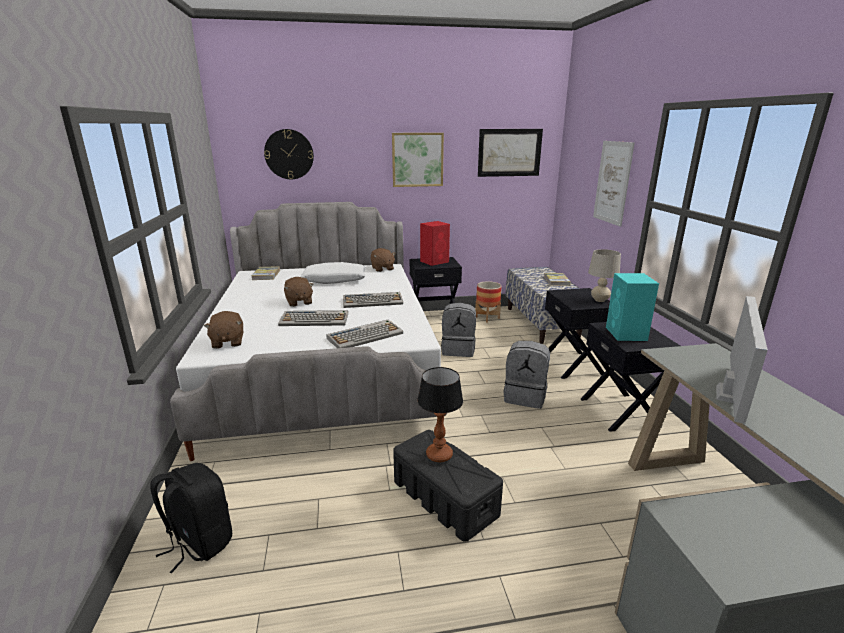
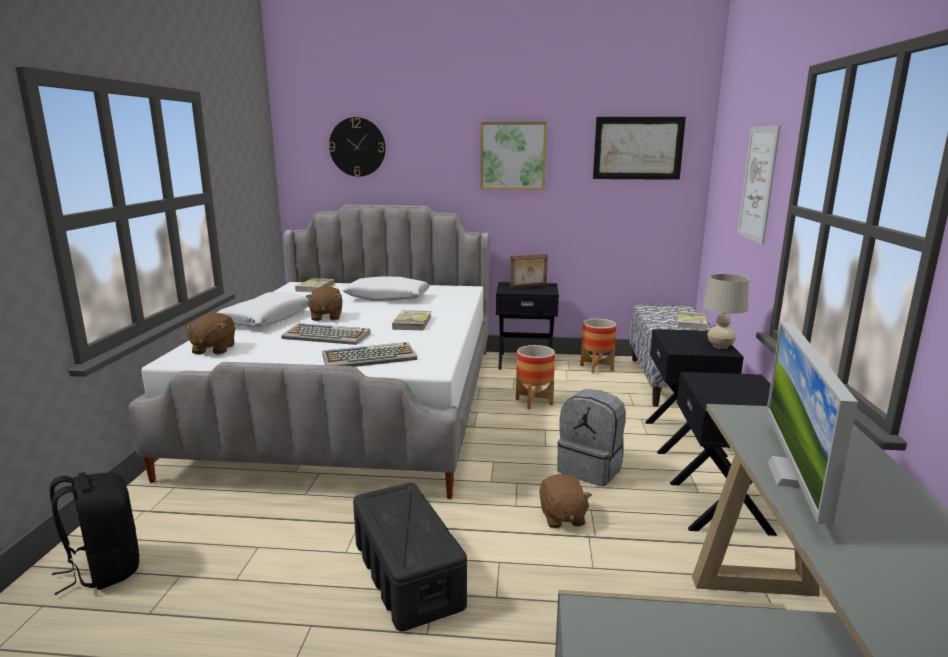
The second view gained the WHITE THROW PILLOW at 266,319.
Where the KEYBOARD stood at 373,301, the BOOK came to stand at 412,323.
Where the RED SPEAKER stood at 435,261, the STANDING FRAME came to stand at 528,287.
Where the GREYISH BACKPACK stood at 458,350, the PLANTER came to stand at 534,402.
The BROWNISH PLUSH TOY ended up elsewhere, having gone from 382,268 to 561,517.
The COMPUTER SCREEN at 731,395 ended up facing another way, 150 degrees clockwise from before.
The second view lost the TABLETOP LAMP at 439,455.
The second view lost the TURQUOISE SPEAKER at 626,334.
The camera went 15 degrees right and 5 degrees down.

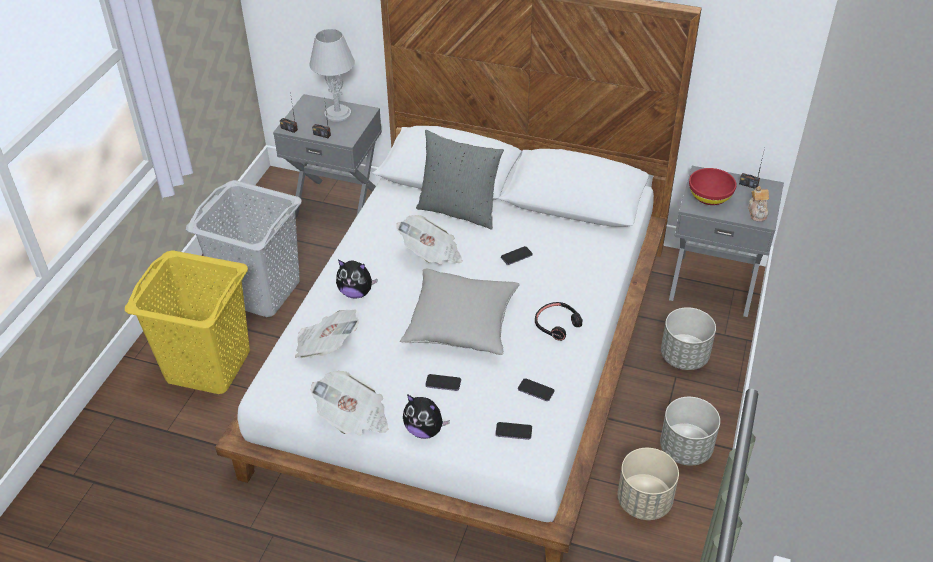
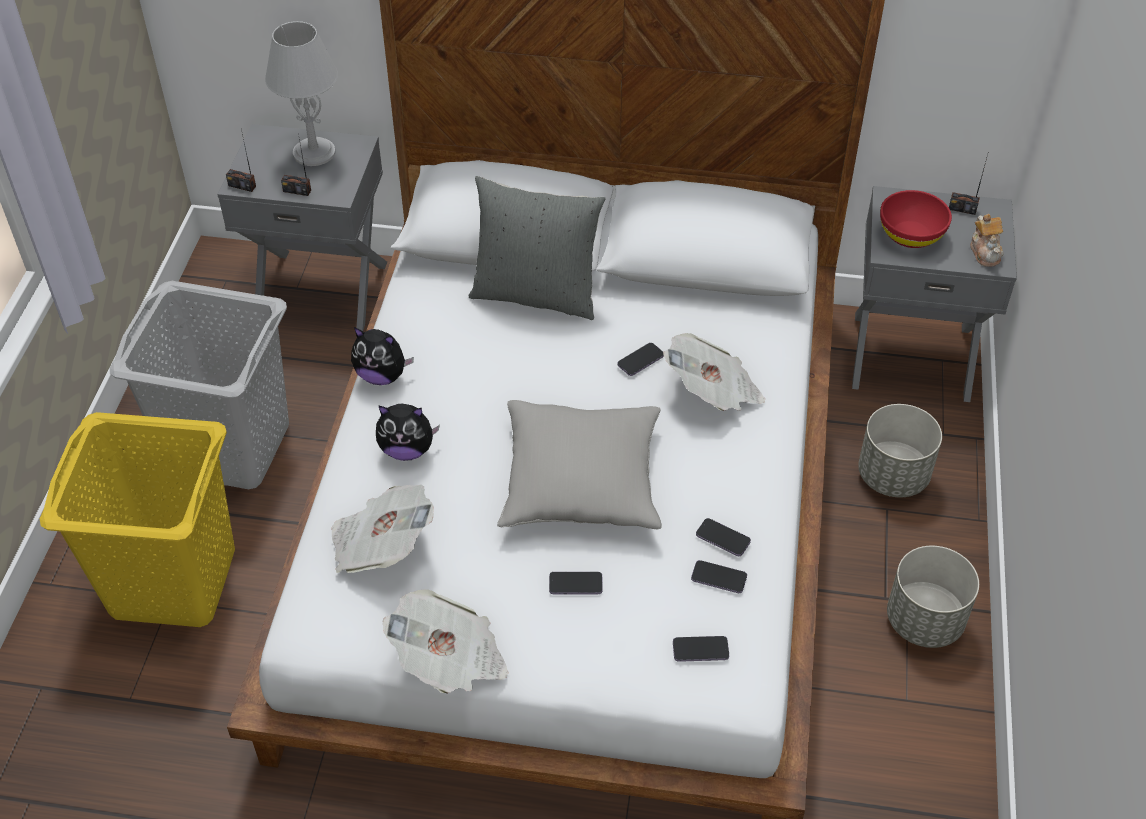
The PLUSH TOY ended up elsewhere, having gone from 425,430 to 382,376.
The NEWSPAPER ended up elsewhere, having gone from 431,254 to 713,392.
The second view gained the PHONE at 723,538.
The second view lost the BLACK-COLOURED PAIR OF HEADPHONES at 557,324.
The second view lost the BEIGE-COLOURED PLANTER at 644,502.
The camera went 10 degrees left and 5 degrees up.

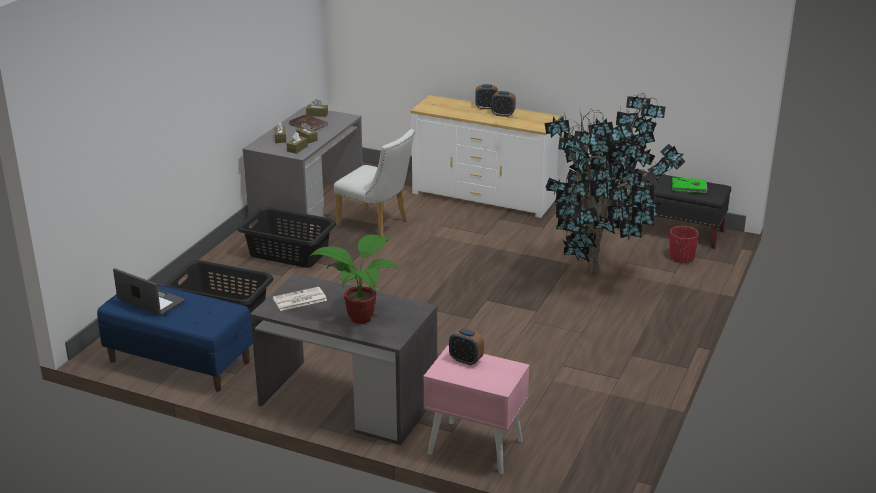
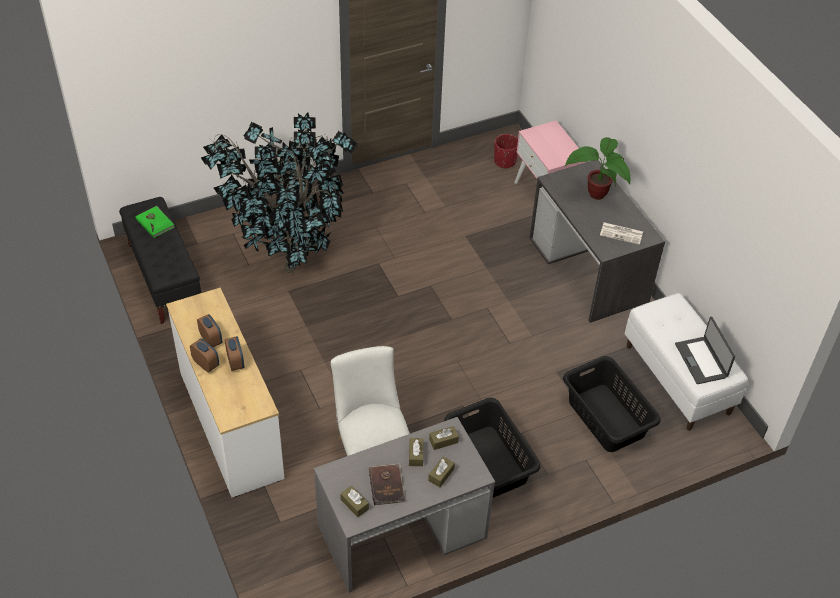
The TABLE CLOCK ended up elsewhere, having gone from 466,360 to 235,362.
The RED PLANTER ended up elsewhere, having gone from 681,258 to 505,161.
What was the BLUE LONG SEAT at 178,362 turned into the WHITE LONG SEAT at 678,379.
The camera went 140 degrees left and 20 degrees up.

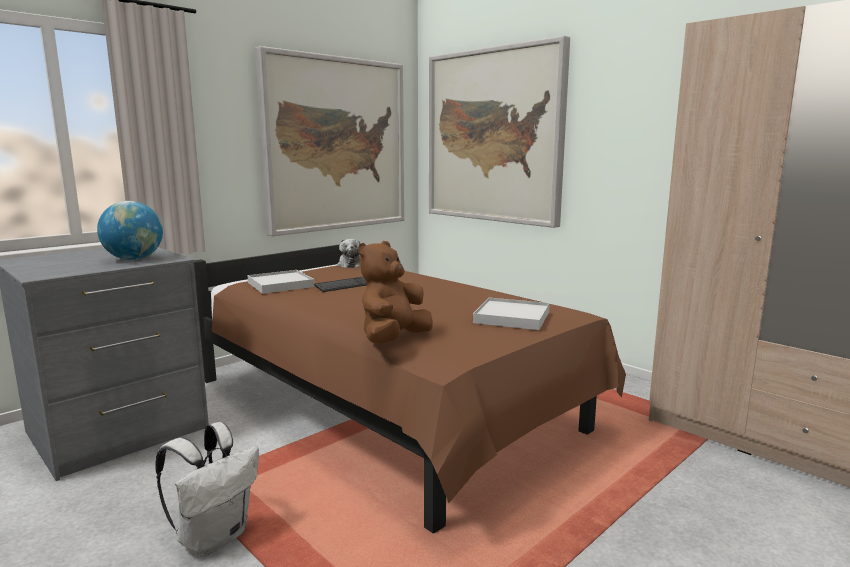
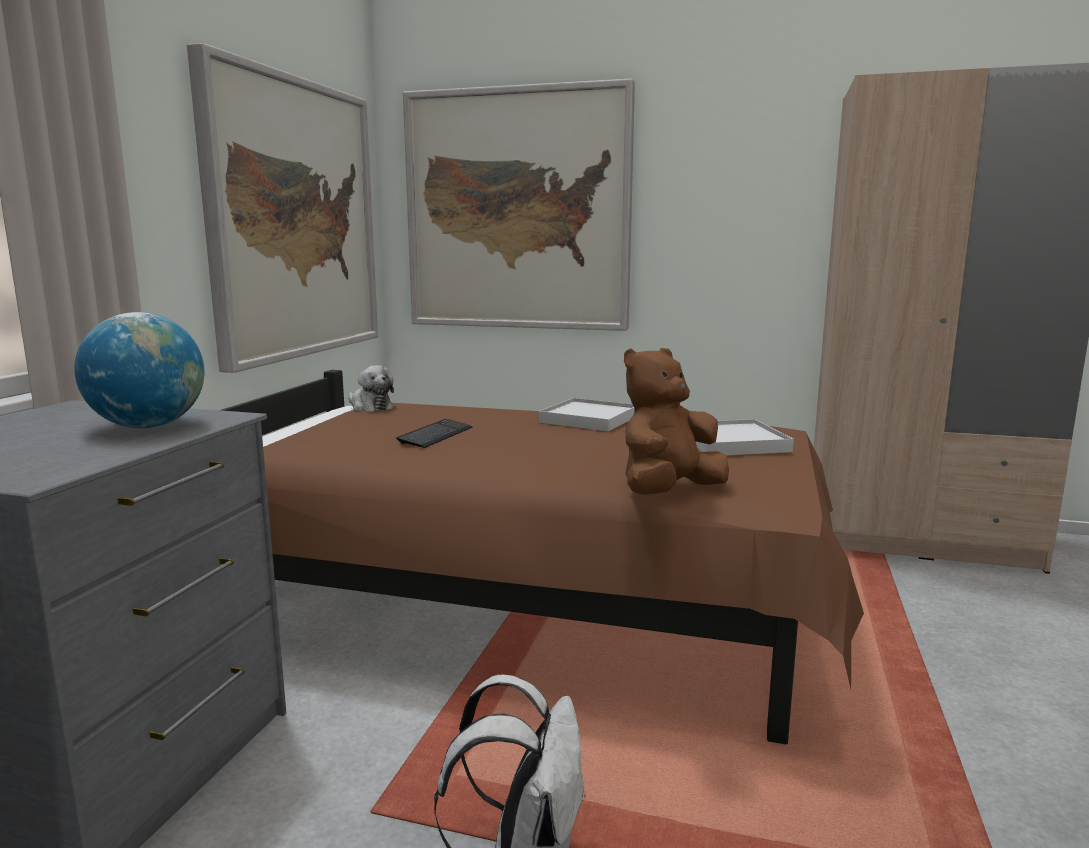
The WHITE SERVING TRAY ended up elsewhere, having gone from 280,284 to 589,419.
The BROWNISH PLUSH TOY at 393,340 ended up facing another way, 45 degrees clockwise from before.
The camera went 30 degrees left and 0 degrees up.

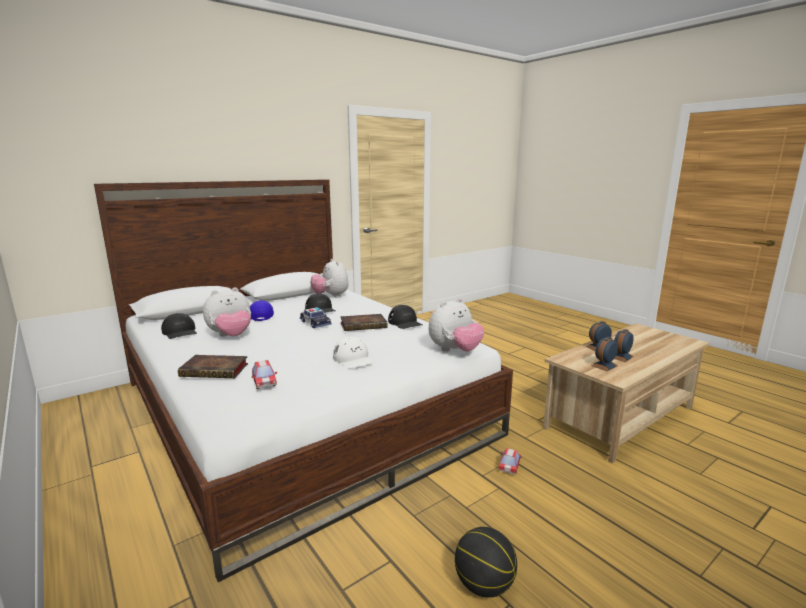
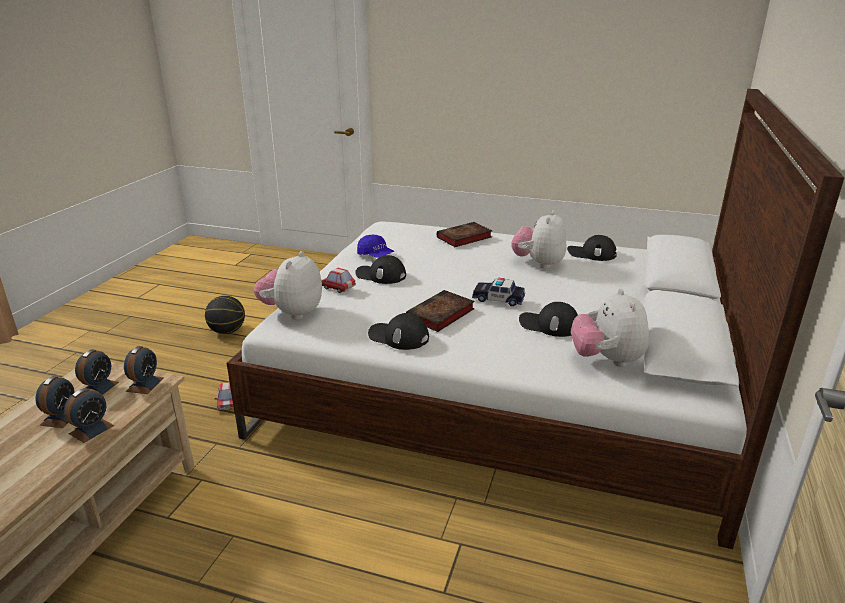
The second view gained the TABLE CLOCK at 145,384.
The MODEL CAR ended up elsewhere, having gone from 264,383 to 338,288.
What was the WHITE CAP at 353,359 turned into the BLACK-COLOURED CAP at 380,275.
The BLUE CAP ended up elsewhere, having gone from 261,316 to 375,255.
The PLUSH TOY at 331,296 ended up facing another way, 120 degrees counterclockwise from before.
The camera went 145 degrees right and 10 degrees up.

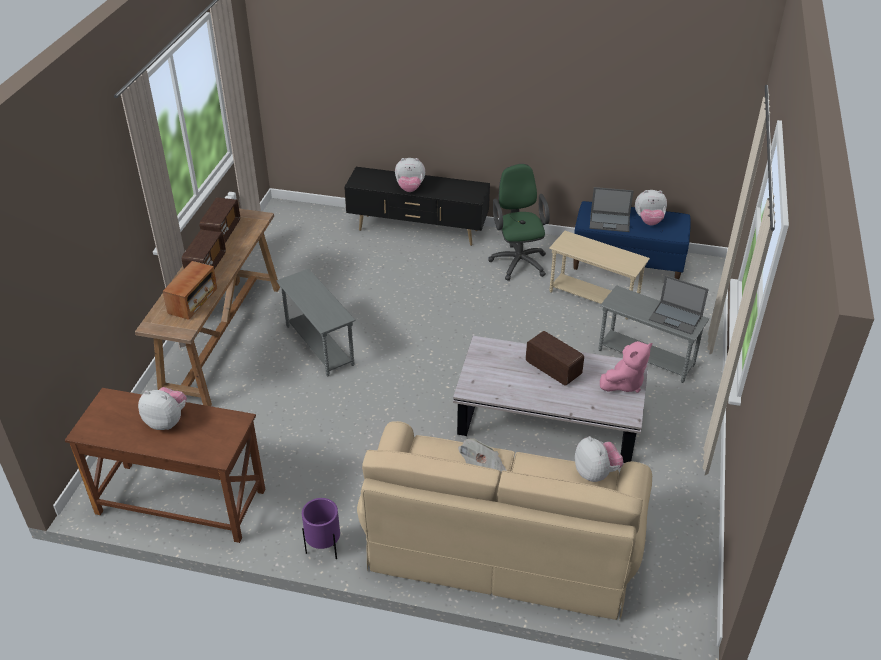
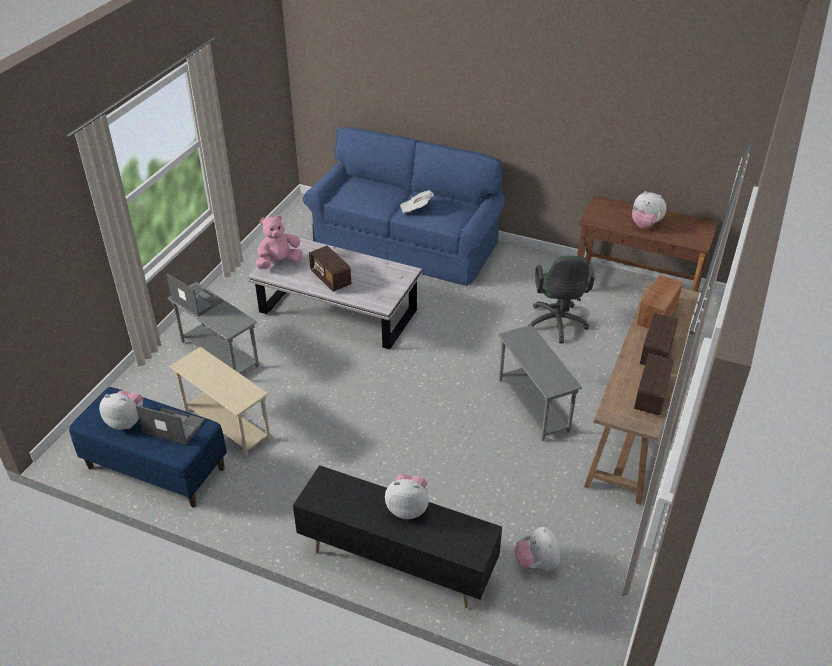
What was the BEIGE-COLOURED SOFA at 501,545 turned into the BLUE SOFA at 406,244.
The PLUSH TOY ended up elsewhere, having gone from 596,473 to 536,563.
The GREENISH COMPUTER CHAIR ended up elsewhere, having gone from 518,261 to 557,325.
The second view lost the PURPLE PLANTER at 323,548.
The camera went 170 degrees left and 0 degrees up.

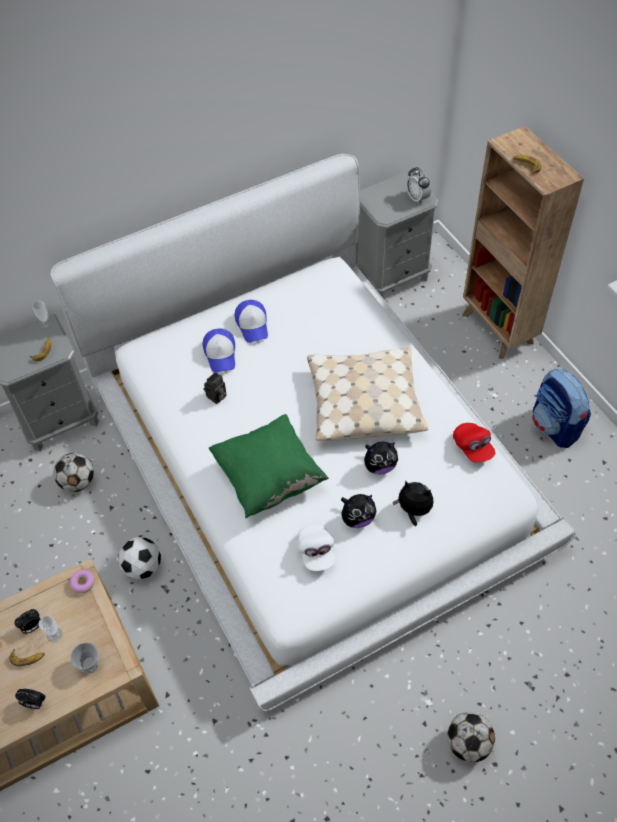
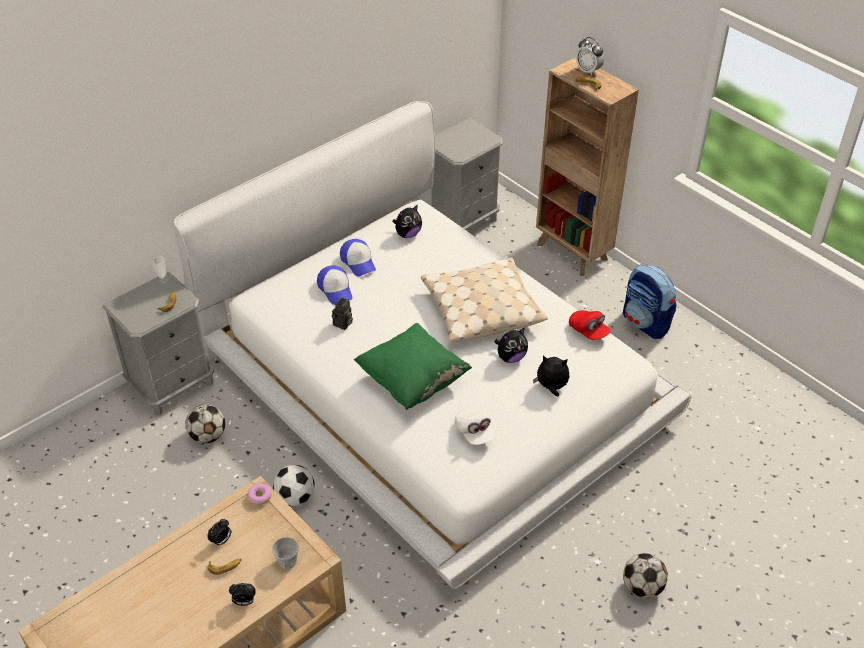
The PLUSH TOY ended up elsewhere, having gone from 357,518 to 407,234.
The TABLE CLOCK ended up elsewhere, having gone from 417,198 to 588,71.
The second view lost the SMALL CUP at 54,635.
The camera went 15 degrees left and 10 degrees down.

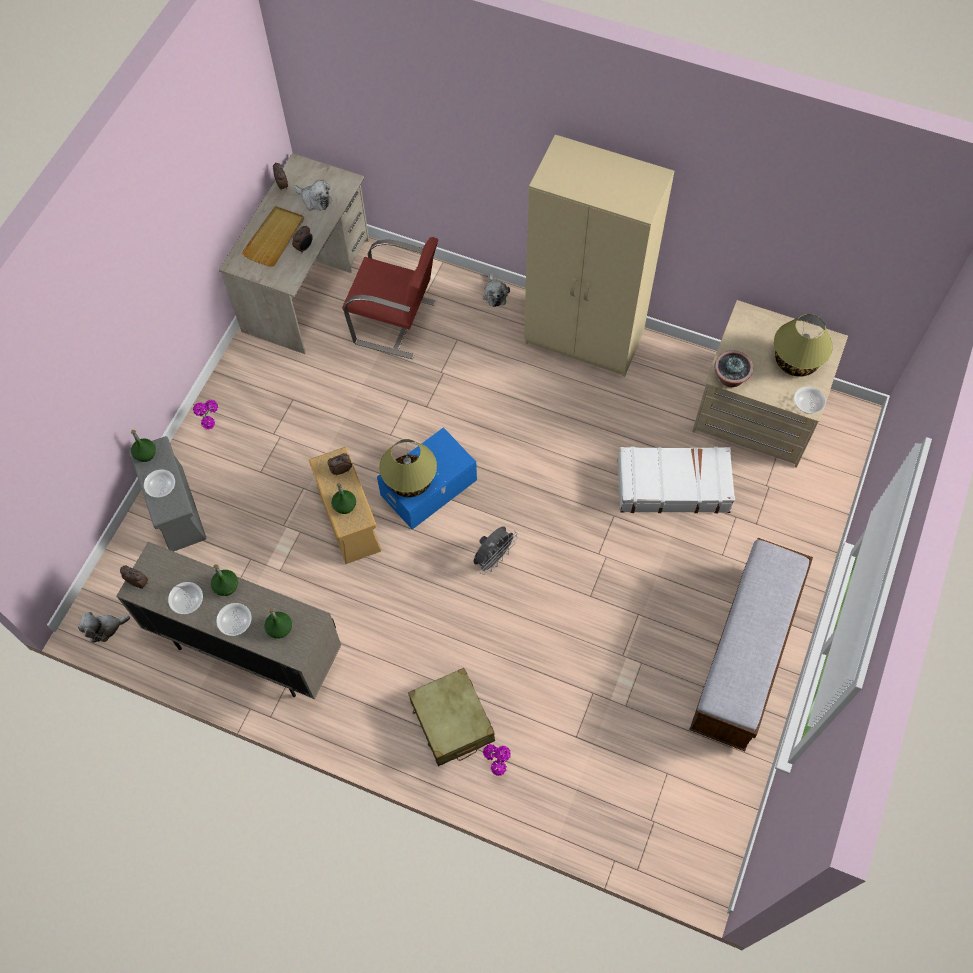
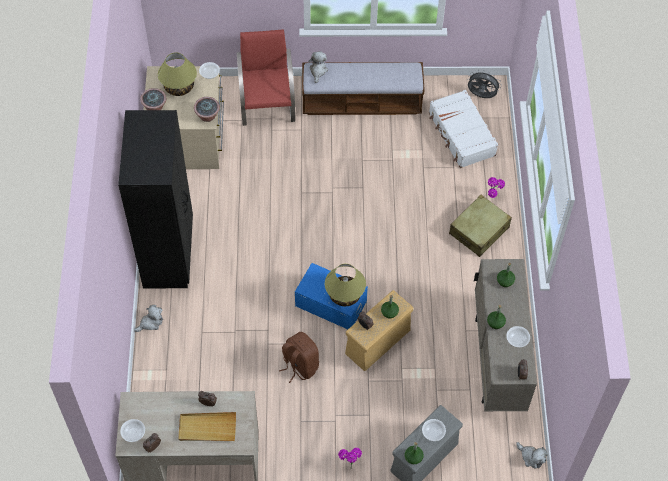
What was the BEIGE-COLOURED CLOTHES CUPBOARD at 584,339 turned into the BLACK-COLOURED CLOTHES CUPBOARD at 169,252.
The SERVING BOWL ended up elsewhere, having gone from 235,623 to 133,433.
The second view gained the POTTED PLANT at 155,108.
The RED UPRIGHT CHAIR ended up elsewhere, having gone from 396,323 to 267,105.
The second view gained the BROWNISH BACKPACK at 299,365.
The PLUSH TOY ended up elsewhere, having gone from 315,200 to 318,70.
The WHITE PIECE OF LUGGAGE ended up elsewhere, having gone from 672,485 to 461,135.
The GREYISH COOLING FAN ended up elsewhere, having gone from 493,559 to 481,96.
The camera went 115 degrees left and 5 degrees down.

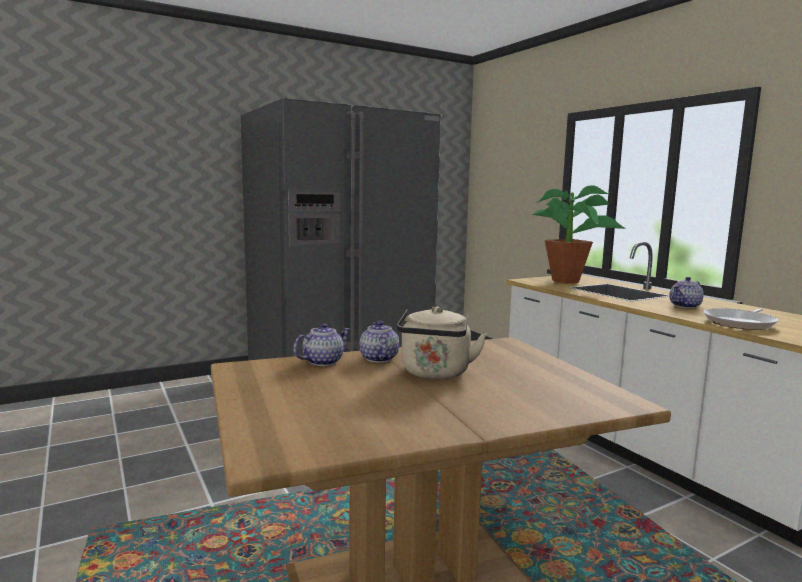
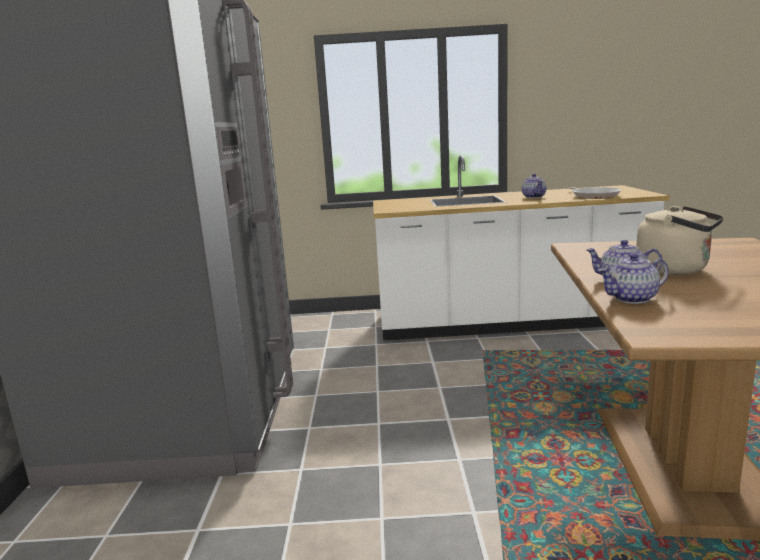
The POT FOR TEA at 323,361 ended up facing another way, 90 degrees counterclockwise from before.
The second view lost the POTTED PLANT at 571,281.
The camera went 60 degrees left and 5 degrees up.

